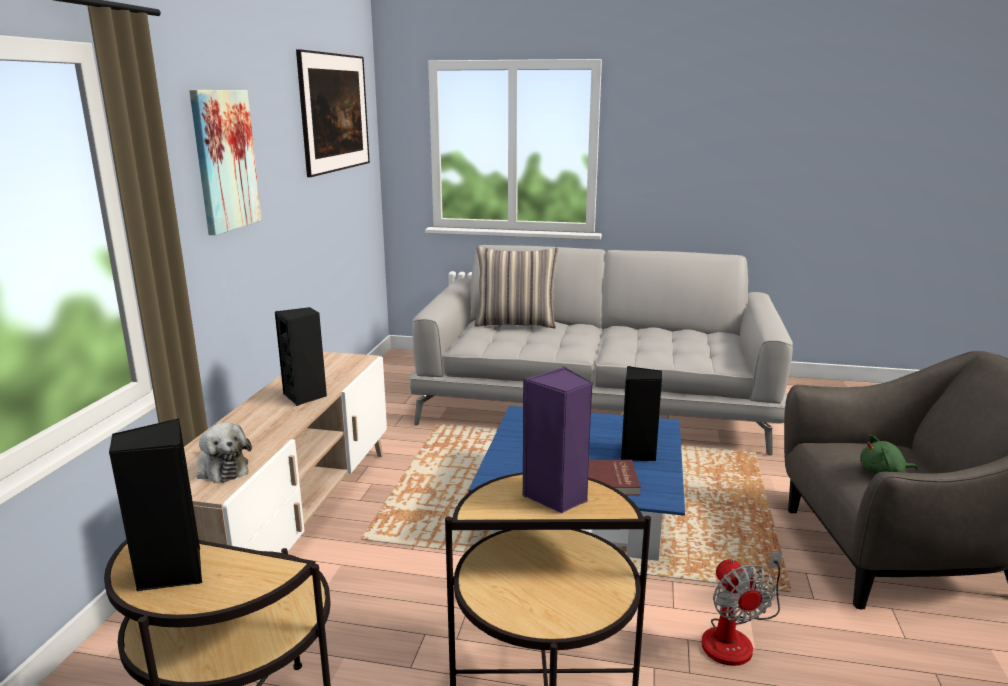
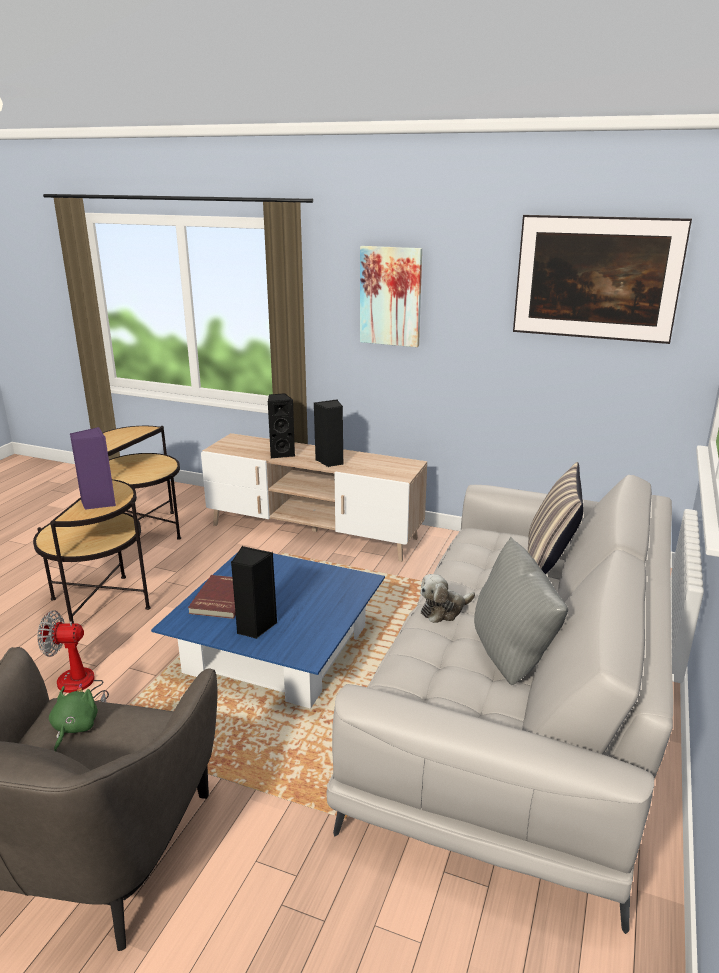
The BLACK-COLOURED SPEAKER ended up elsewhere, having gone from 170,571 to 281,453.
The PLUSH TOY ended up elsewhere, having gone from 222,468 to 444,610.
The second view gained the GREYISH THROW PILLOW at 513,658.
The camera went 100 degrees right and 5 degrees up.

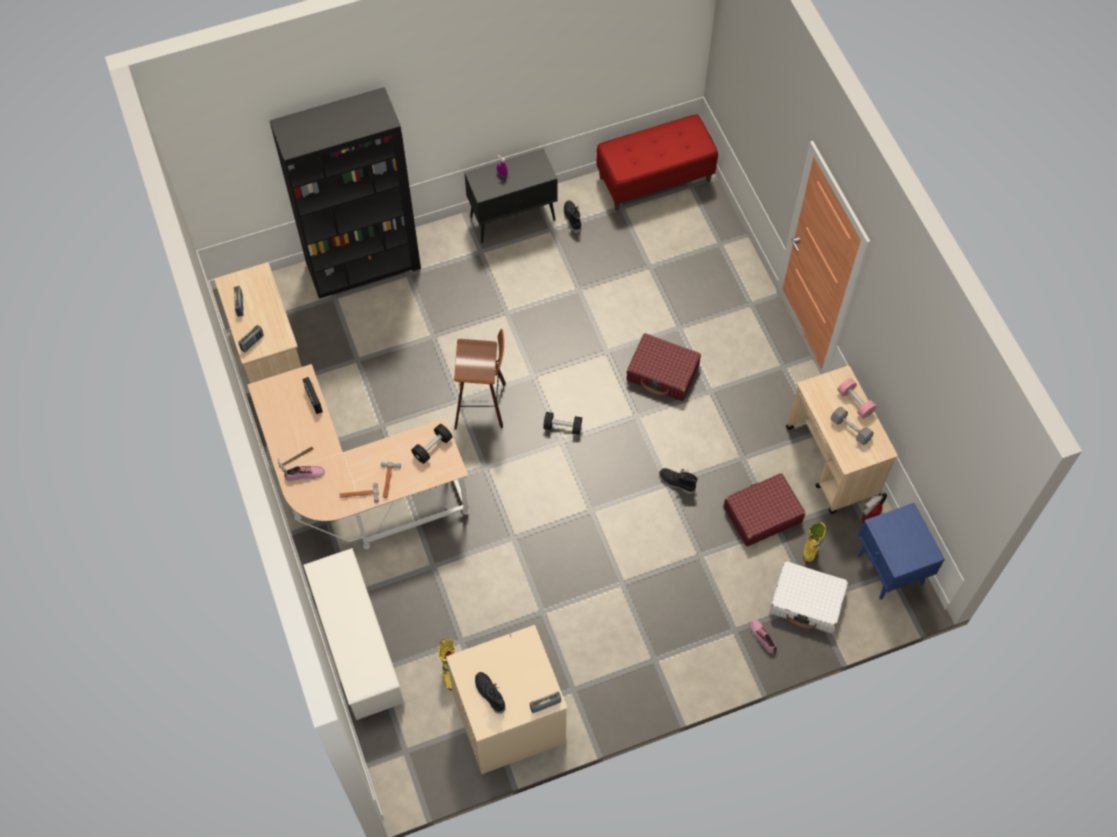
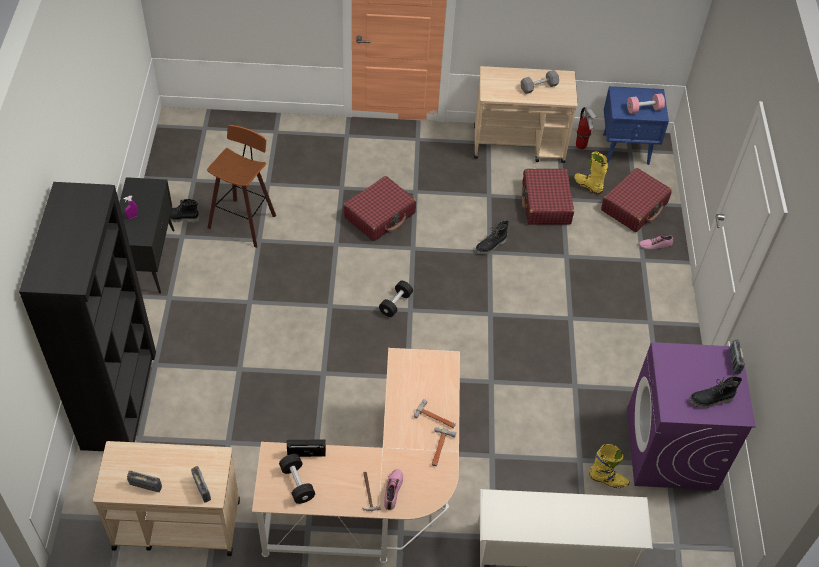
The STOOL ended up elsewhere, having gone from 482,404 to 244,221.
The BLACK-COLOURED DUMBBELL ended up elsewhere, having gone from 432,447 to 297,483.
What was the WHITE PIECE OF LUGGAGE at 807,601 turned into the RED PIECE OF LUGGAGE at 634,206.
The PINK-COLOURED DUMBBELL ended up elsewhere, having gone from 855,402 to 644,109.
What was the BEIGE-COLOURED WASHING MACHINE at 508,720 turned into the PURPLE WASHING MACHINE at 671,449.
The second view lost the RED LONG SEAT at 655,178.
The camera went 70 degrees left and 10 degrees down.

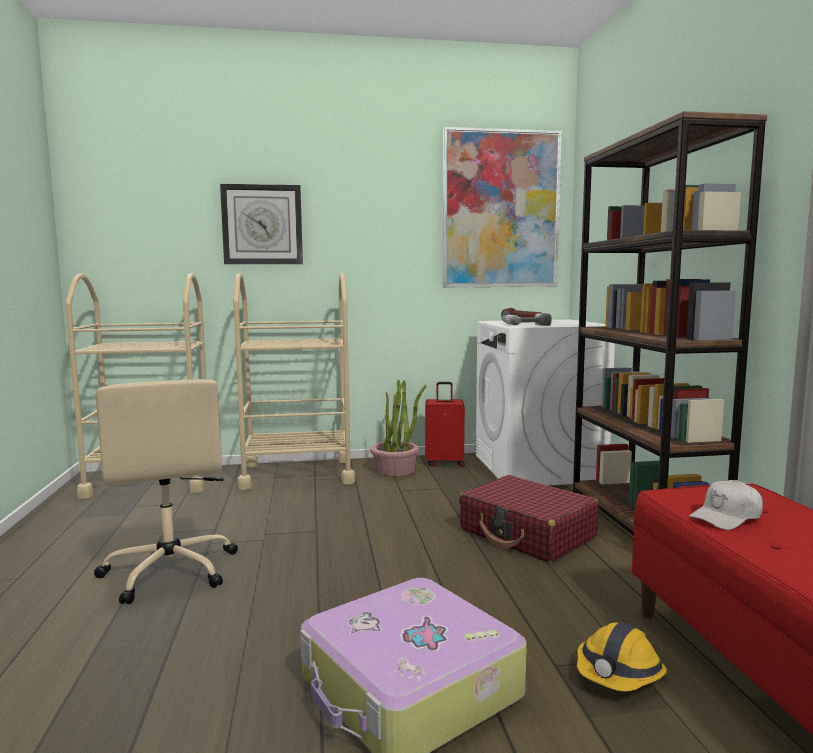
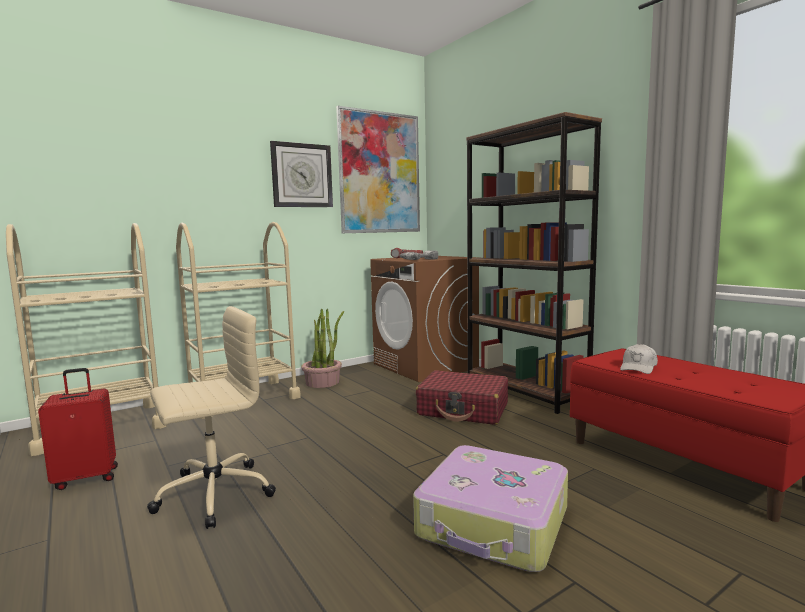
The RED PIECE OF LUGGAGE ended up elsewhere, having gone from 445,463 to 86,478.
The BEIGE-COLOURED COMPUTER CHAIR at 170,571 ended up facing another way, 75 degrees counterclockwise from before.
The HANGING CLOCK ended up elsewhere, having gone from 262,225 to 302,175.
What was the WHITE WASHING MACHINE at 538,468 turned into the BROWNISH WASHING MACHINE at 425,366.
The second view lost the WORK HELMET at 619,674.
The camera went 25 degrees left and 0 degrees up.

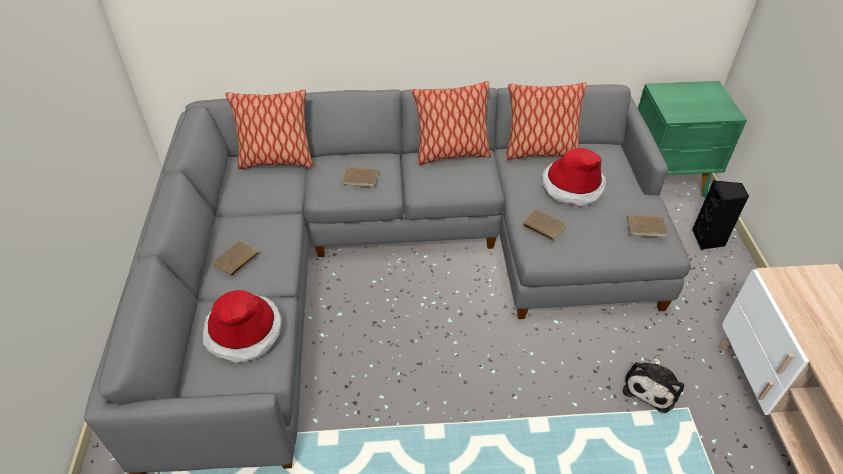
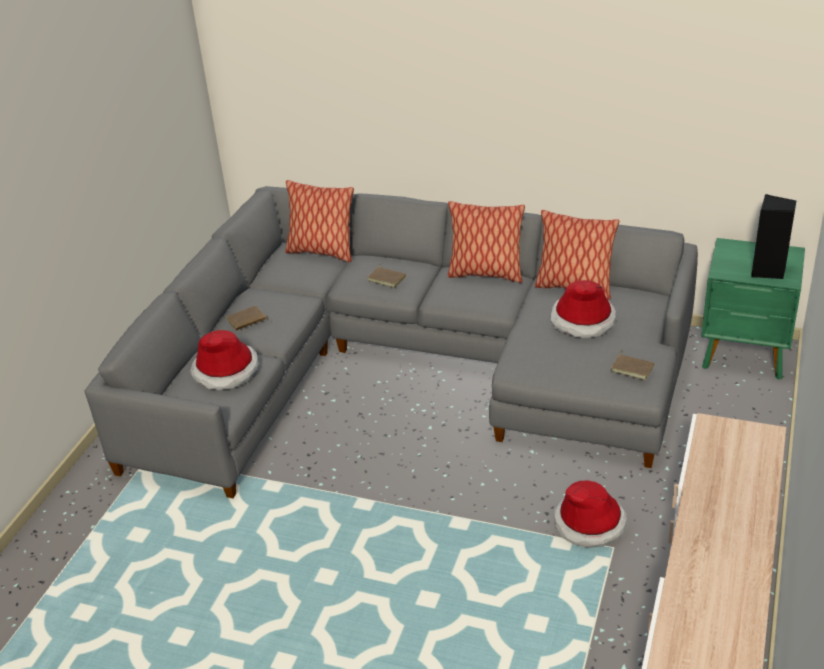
Where the PLUSH TOY stood at 651,387, the CLOTHING HAT came to stand at 589,523.
The BLACK-COLOURED SPEAKER ended up elsewhere, having gone from 708,240 to 768,271.
The second view lost the BROWNISH BOOK at 543,227.
The camera went 25 degrees right and 10 degrees down.

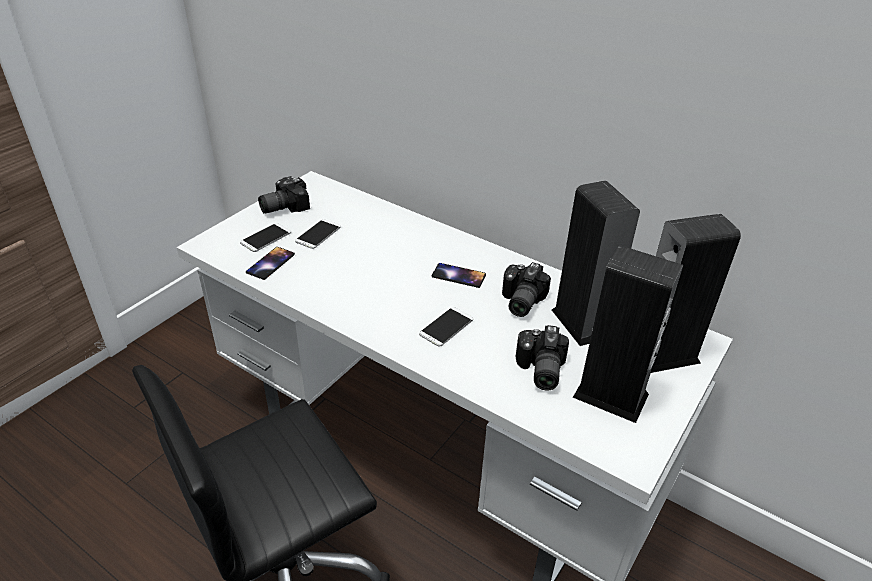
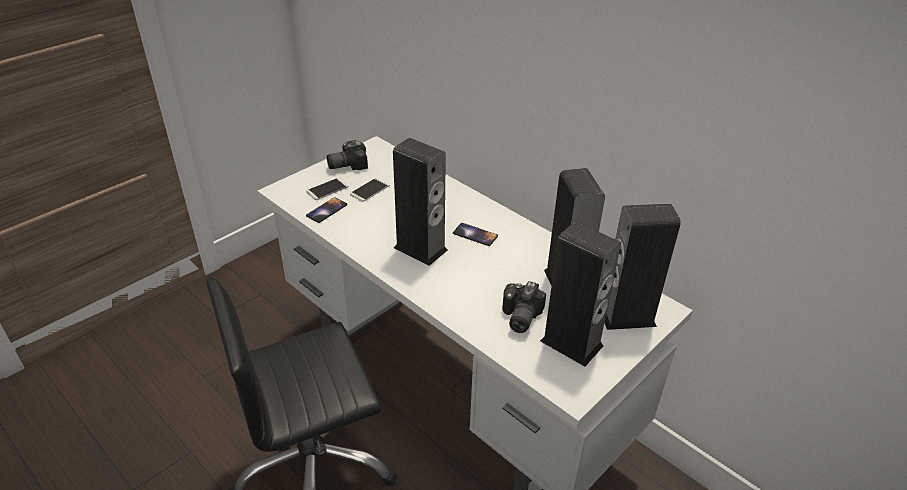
The second view gained the SPEAKER at 420,249.
The second view lost the PHONE at 446,327.
The second view lost the PHOTO CAMERA at 519,301.
The camera went 10 degrees right and 0 degrees up.

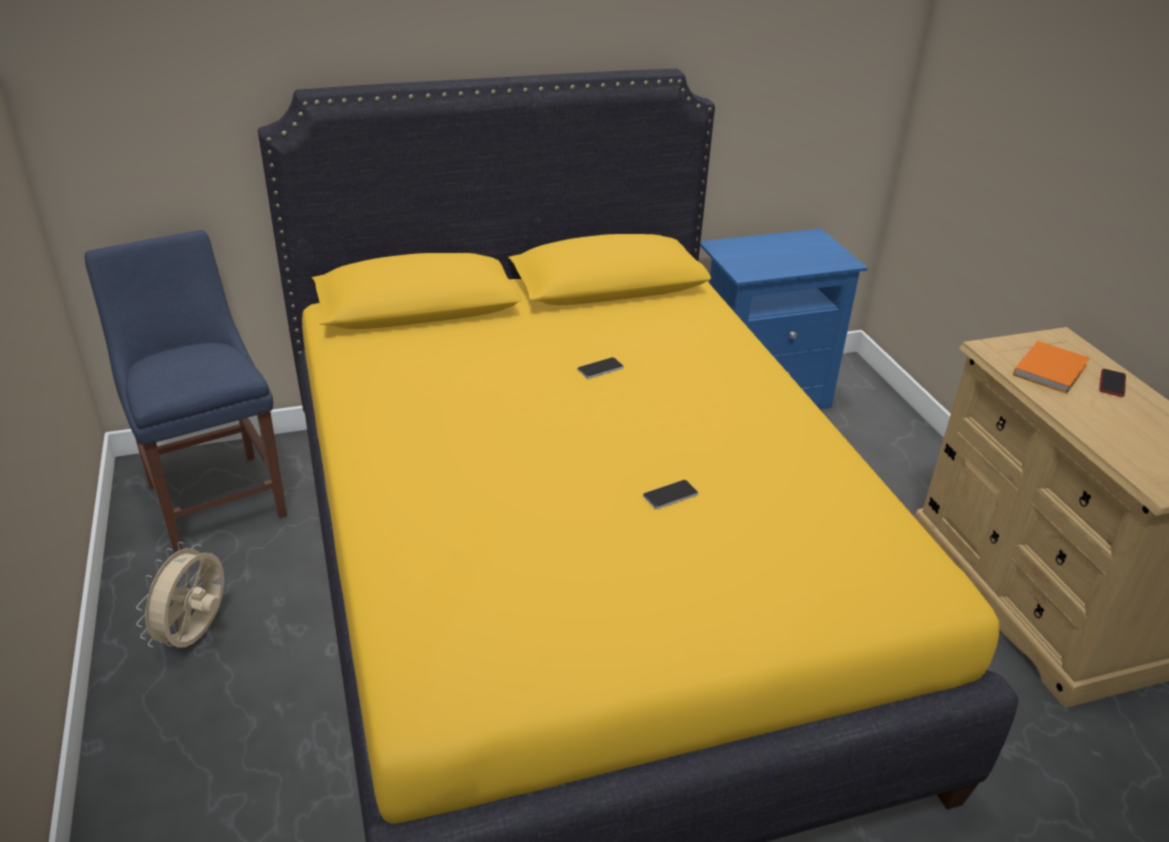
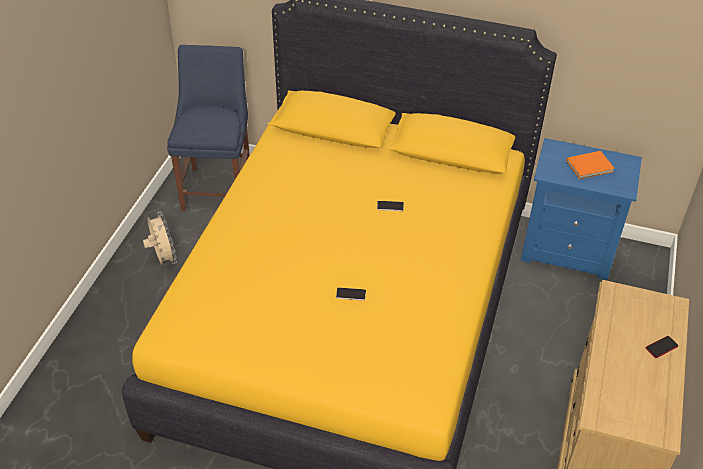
The BEIGE-COLOURED COOLING FAN at 196,635 ended up facing another way, 105 degrees clockwise from before.
The ORANGE-COLOURED BOOK ended up elsewhere, having gone from 1052,369 to 591,166.
The camera went 35 degrees right and 10 degrees up.

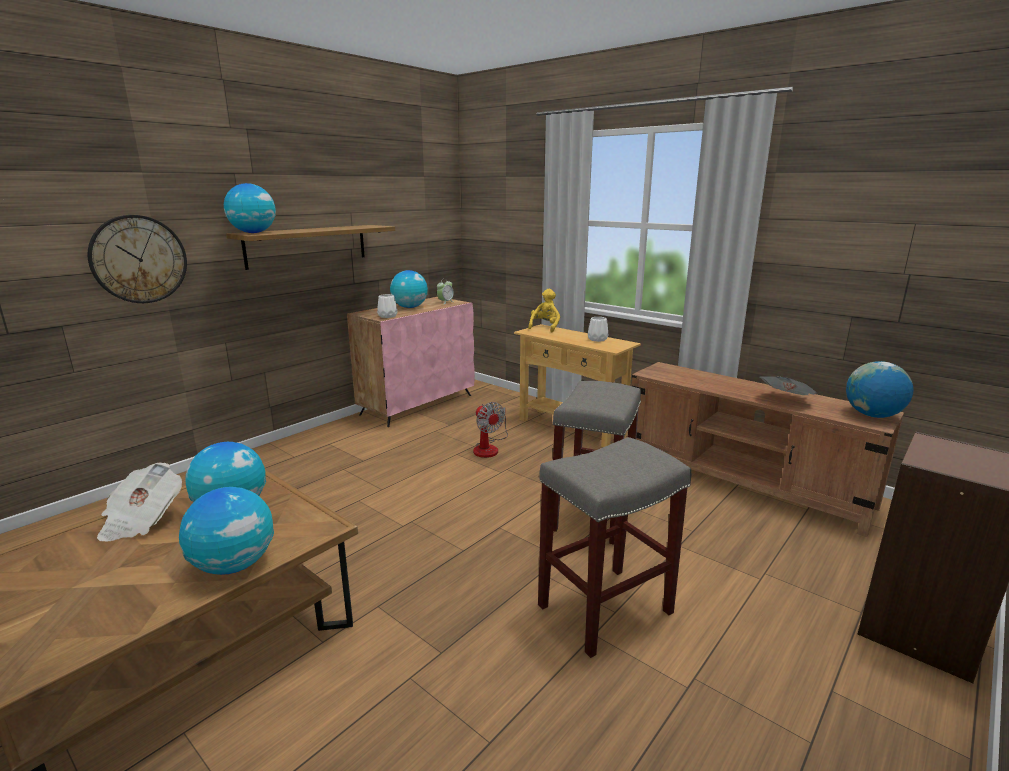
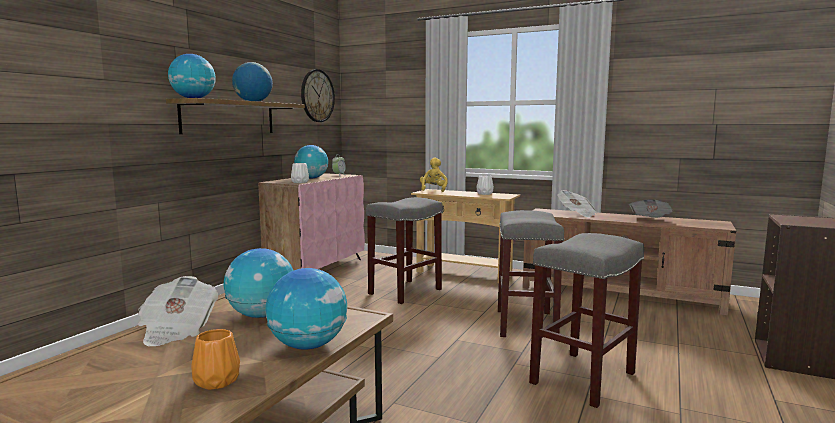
The second view gained the ORANGE-COLOURED VASE at 218,380.
The WORLD GLOBE ended up elsewhere, having gone from 872,415 to 253,102.
The HANGING CLOCK ended up elsewhere, having gone from 139,259 to 317,96.
Where the COOLING FAN stood at 489,447, the GREYISH STOOL came to stand at 405,291.
The second view gained the NEWSPAPER at 577,214.
The camera went 15 degrees left and 10 degrees down.

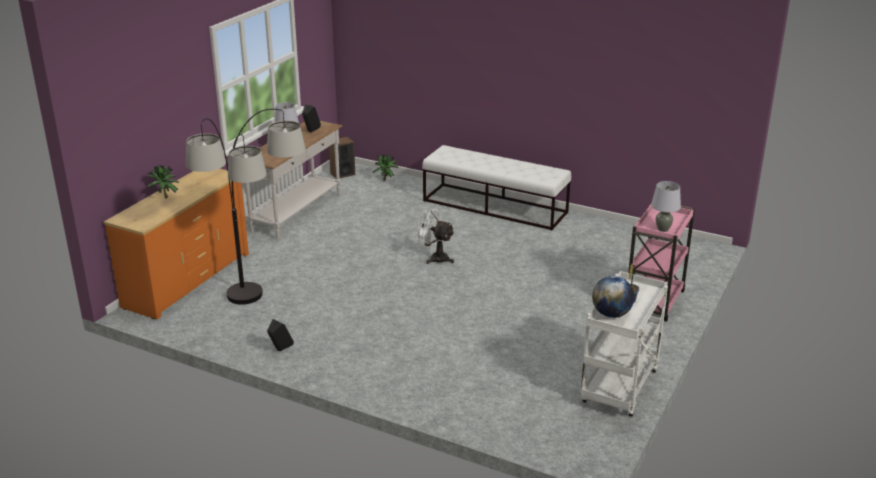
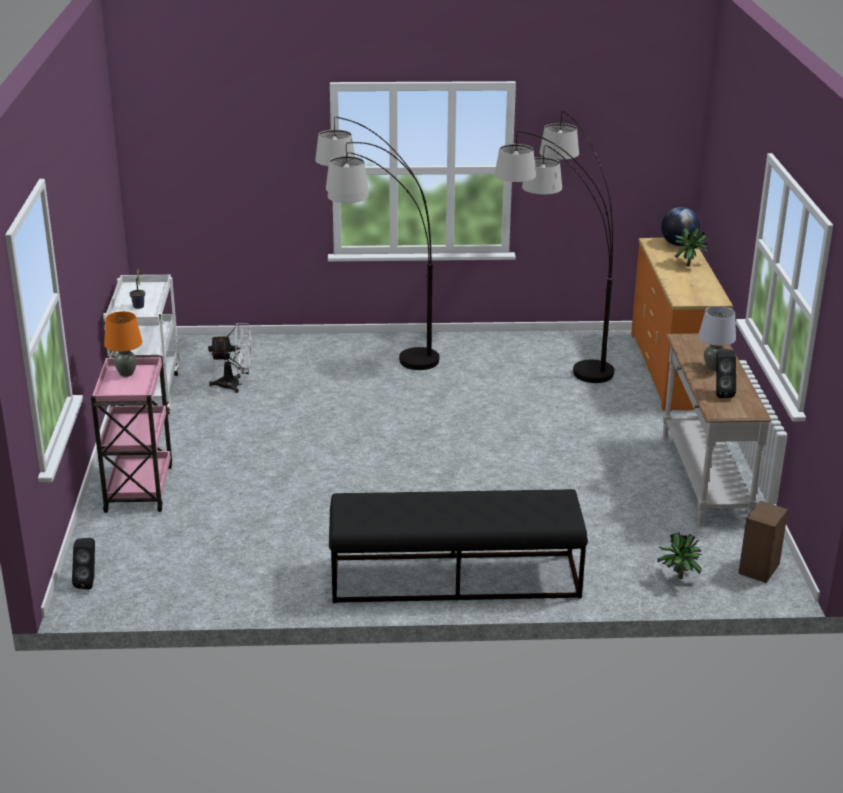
The BLACK-COLOURED SPEAKER ended up elsewhere, having gone from 280,350 to 89,582.
What was the GREYISH TABLETOP LAMP at 663,229 turned into the ORANGE-COLOURED TABLETOP LAMP at 126,373.
The WHITE COOLING FAN ended up elsewhere, having gone from 435,258 to 235,384.
The second view gained the FLOOR LAMP at 370,365.
What was the WHITE LONG SEAT at 495,206 turned into the BLACK-COLOURED LONG SEAT at 454,578.
The WORLD GLOBE ended up elsewhere, having gone from 611,314 to 678,244.
The camera went 150 degrees right and 0 degrees up.

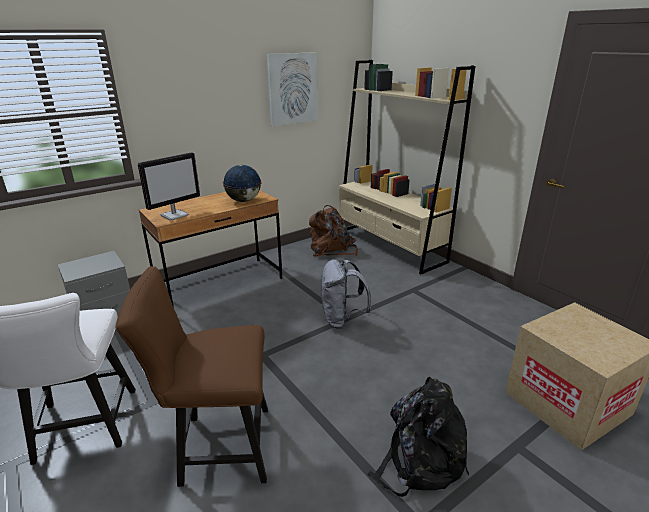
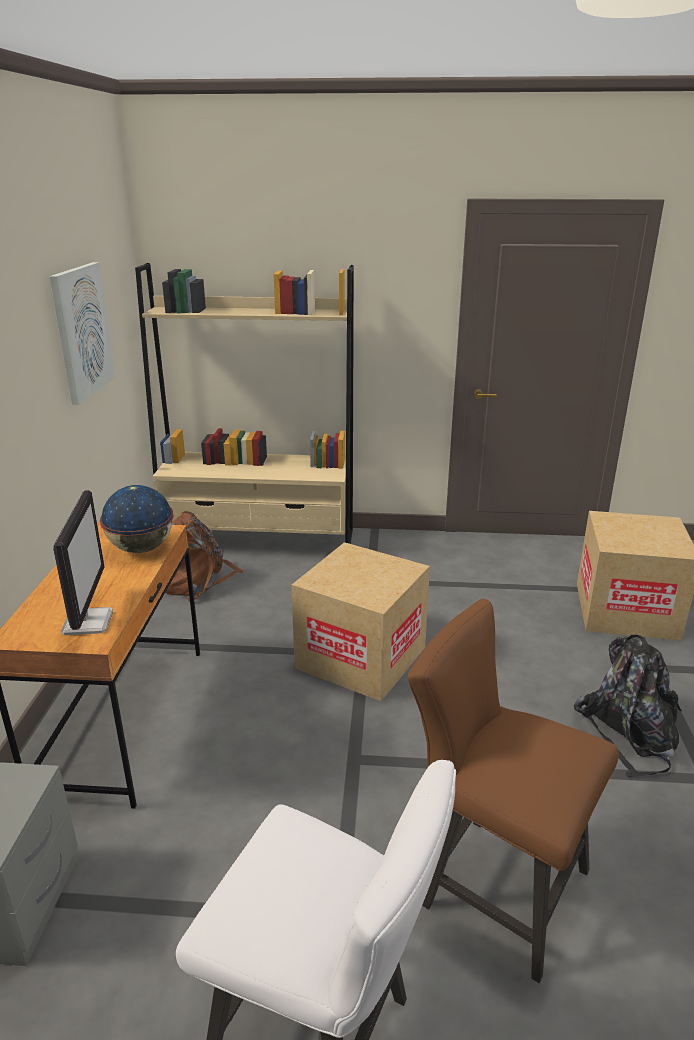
Where the GREYISH BACKPACK stood at 342,319, the CARDBOARD BOX came to stand at 361,657.
The BROWNISH UPRIGHT CHAIR at 218,447 ended up facing another way, 90 degrees clockwise from before.
The camera went 50 degrees left and 0 degrees up.

